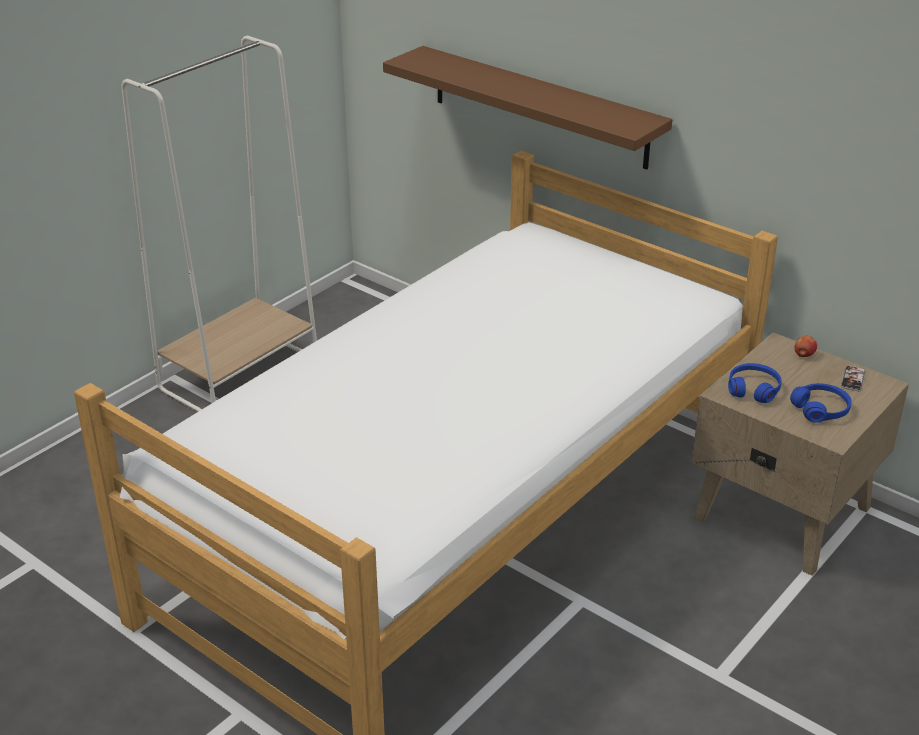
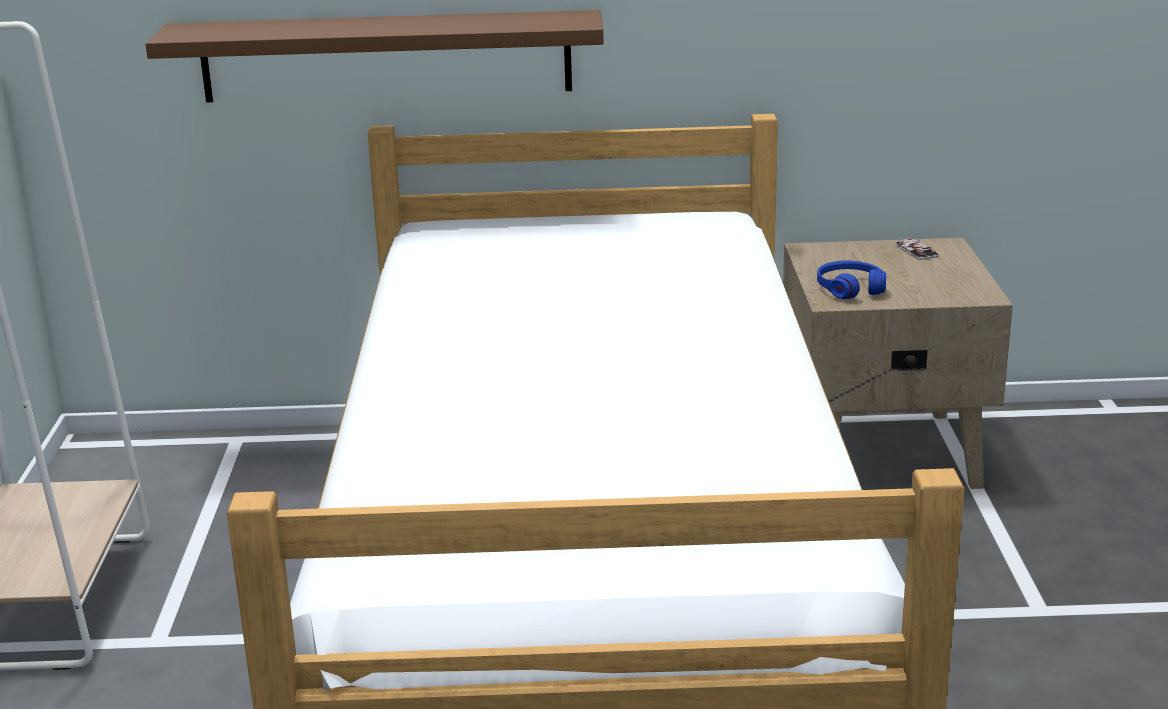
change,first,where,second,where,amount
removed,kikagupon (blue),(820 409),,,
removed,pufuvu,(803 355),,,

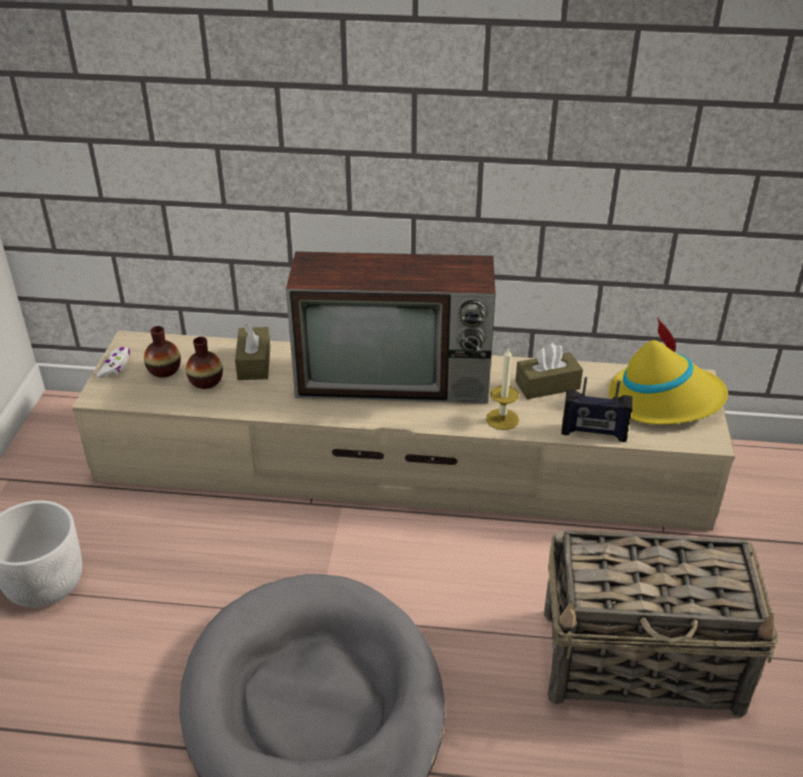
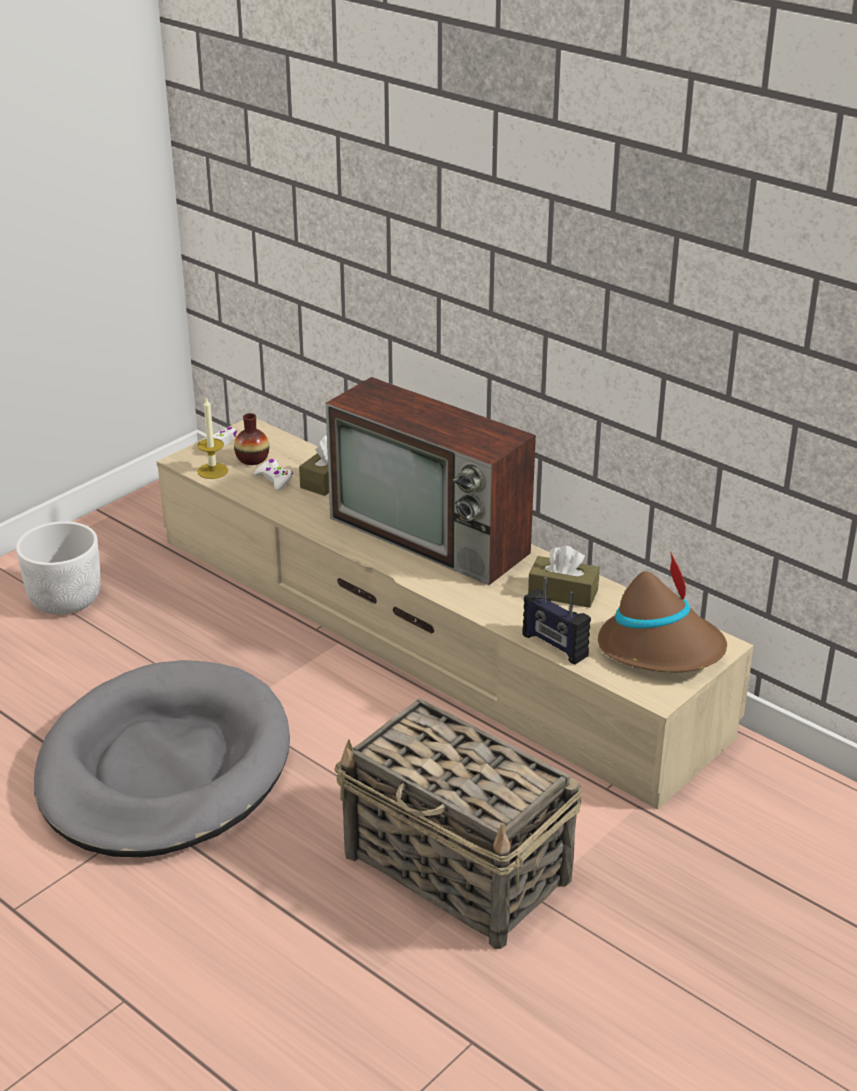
change,first,where,second,where,amount
replaced,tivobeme,(206 381),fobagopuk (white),(274 479),
moved,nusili,(502 419),,(212 471),
recoloured,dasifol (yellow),(664 400),dasifol (brown),(661 648),

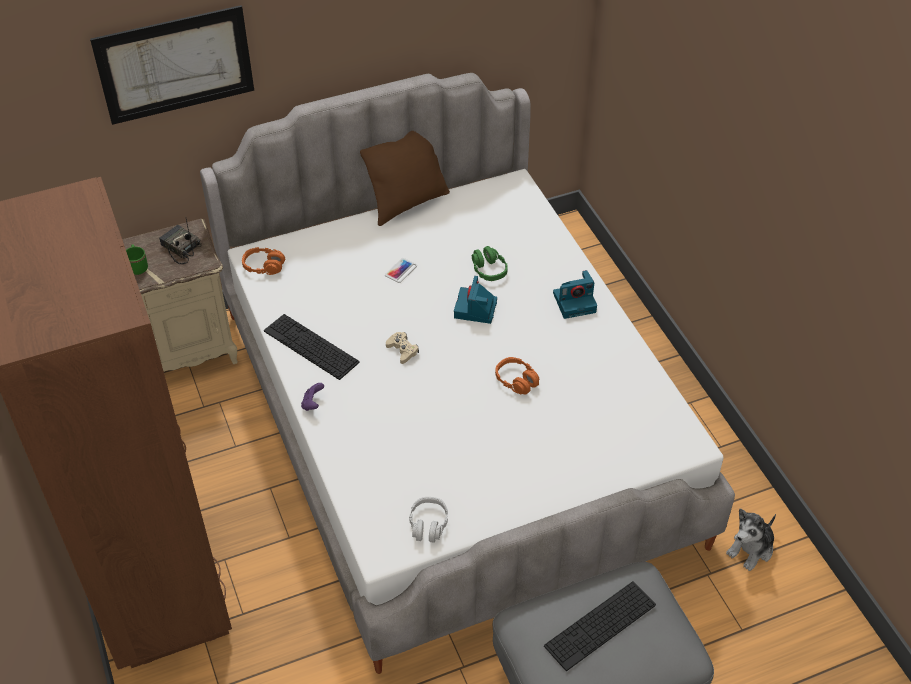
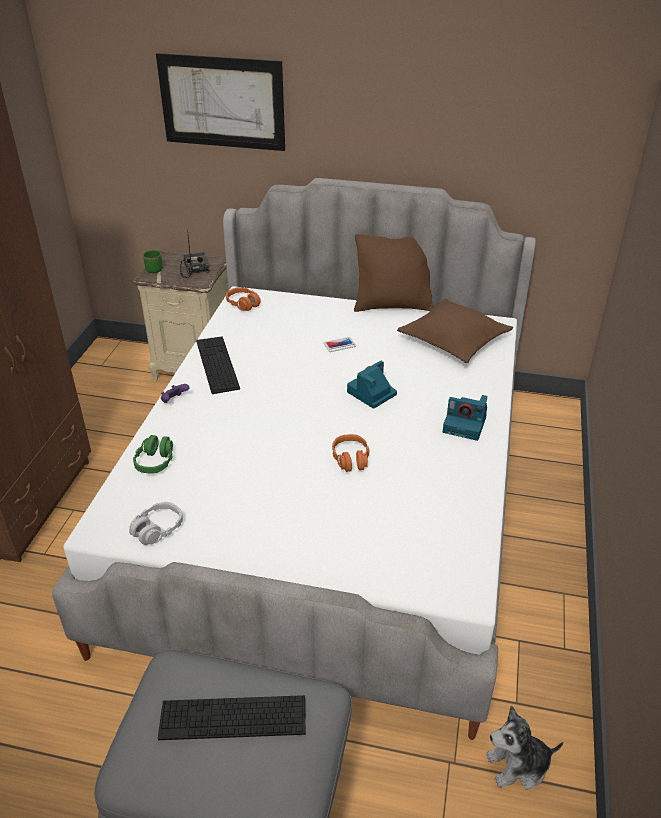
change,first,where,second,where,amount
removed,fobagopuk (beige),(402 350),,,
moved,kikagupon (green),(489 269),,(155 461),
added,,,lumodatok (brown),(454 340),

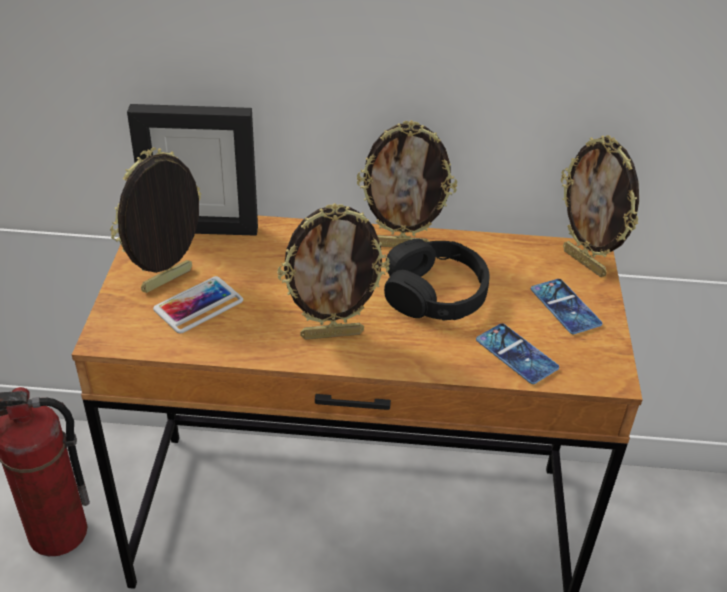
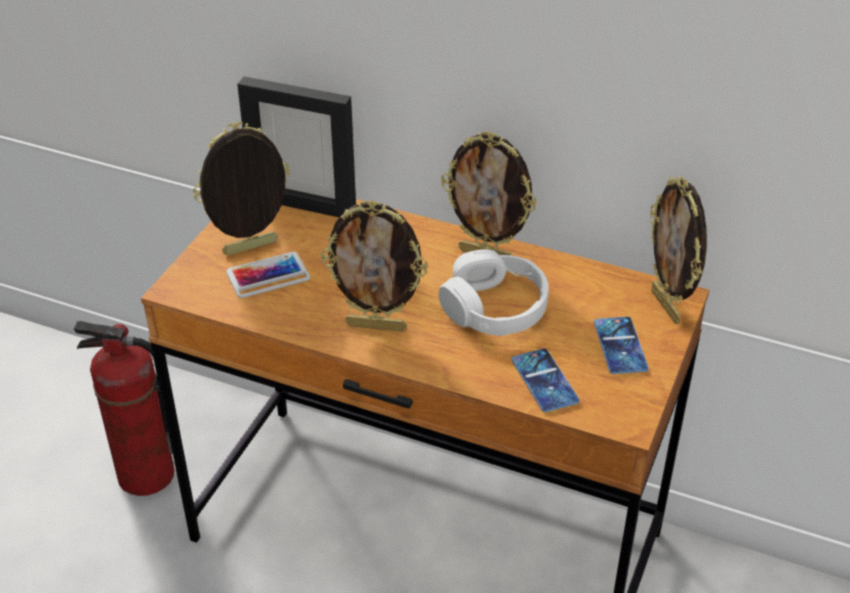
change,first,where,second,where,amount
recoloured,kikagupon (black),(435 294),kikagupon (white),(494 308),

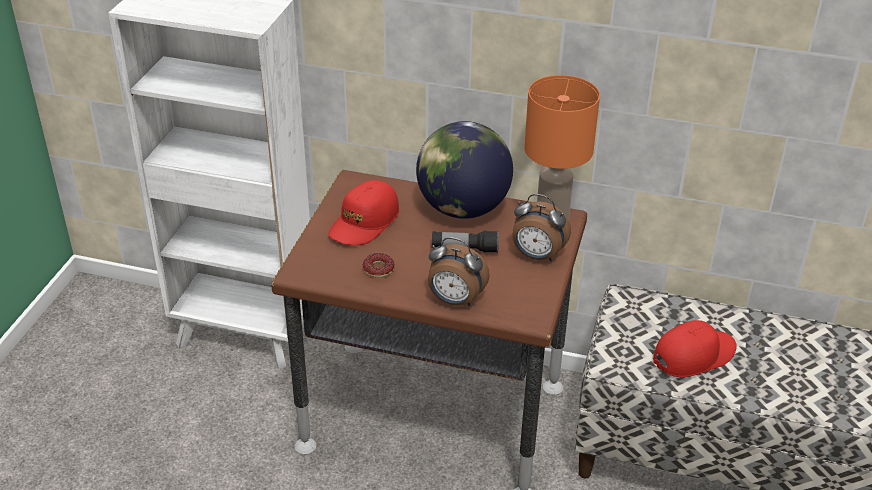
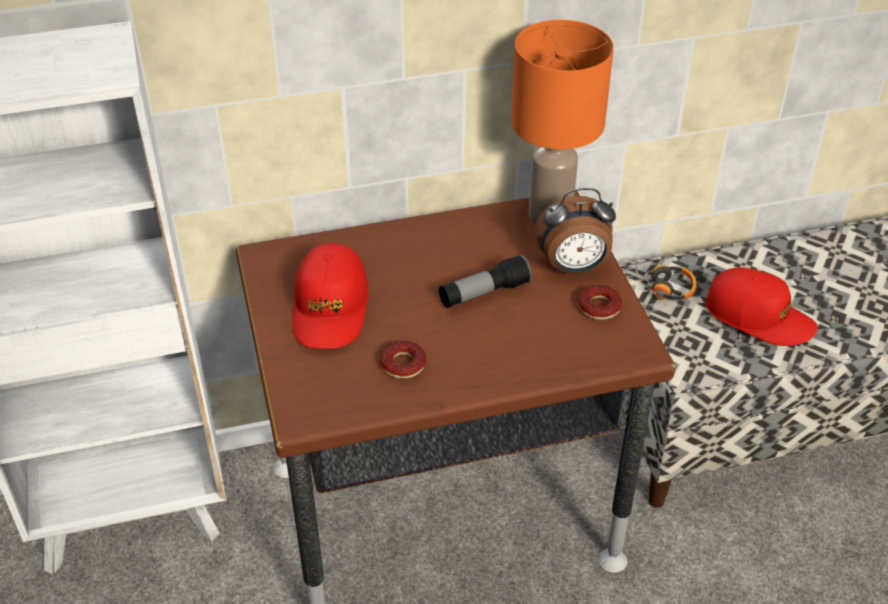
change,first,where,second,where,amount
removed,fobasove,(462 208),,,
removed,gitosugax,(455 300),,,
turned,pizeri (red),(693 355),,(759 316),90 degrees clockwise
added,,,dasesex,(599 307),
added,,,kikagupon,(655 289),

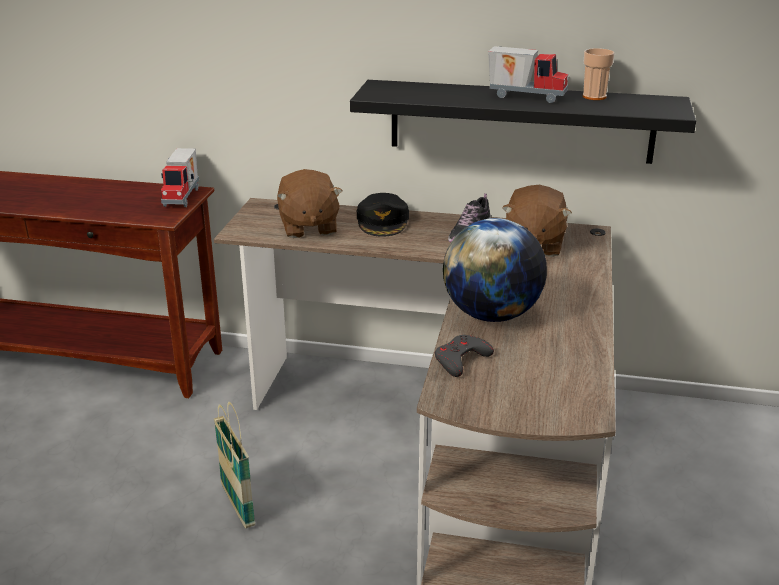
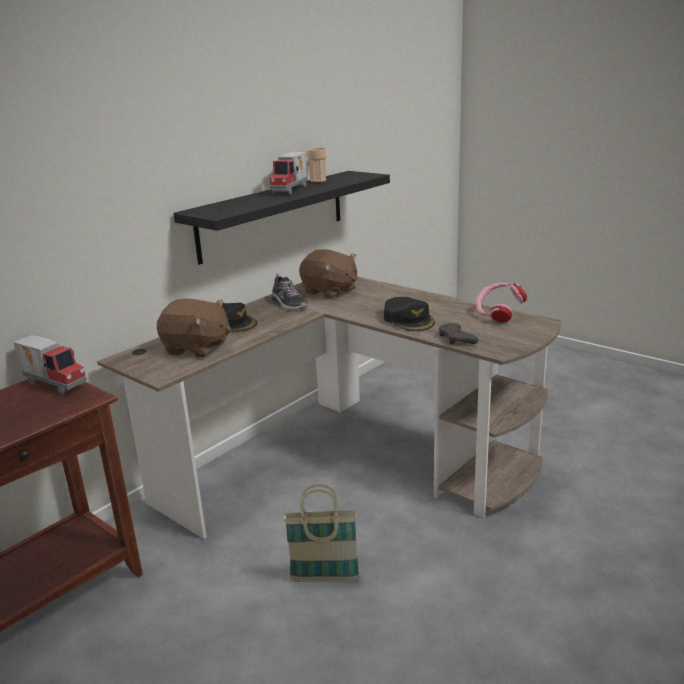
change,first,where,second,where,amount
replaced,fobasove,(492 315),pizeri (black),(409 320),
turned,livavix,(526 96),,(291 190),150 degrees clockwise
added,,,kikagupon (pink),(498 316),

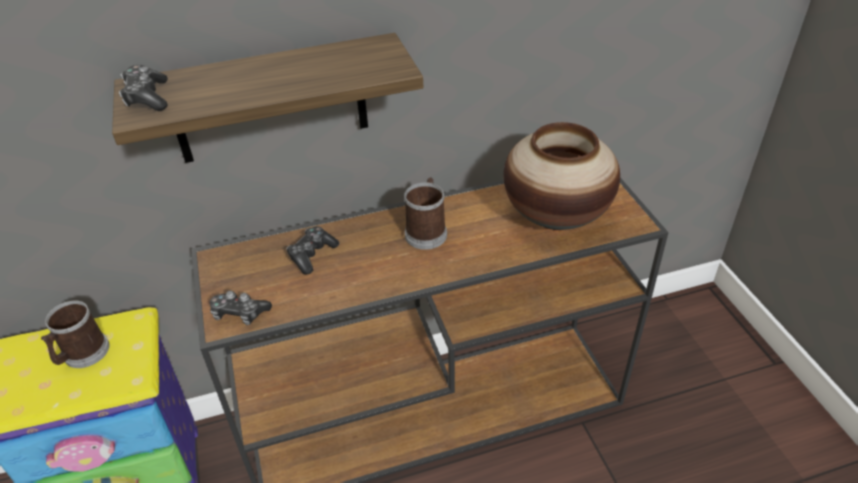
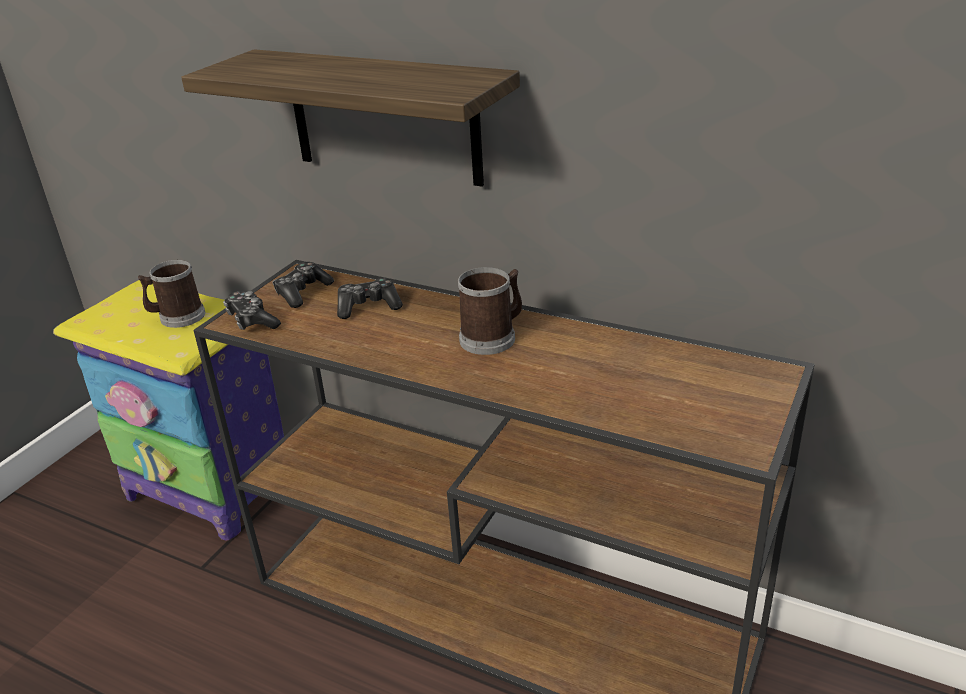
change,first,where,second,where,amount
moved,fobagopuk,(147 97),,(302 292),
removed,tivobeme,(555 218),,,

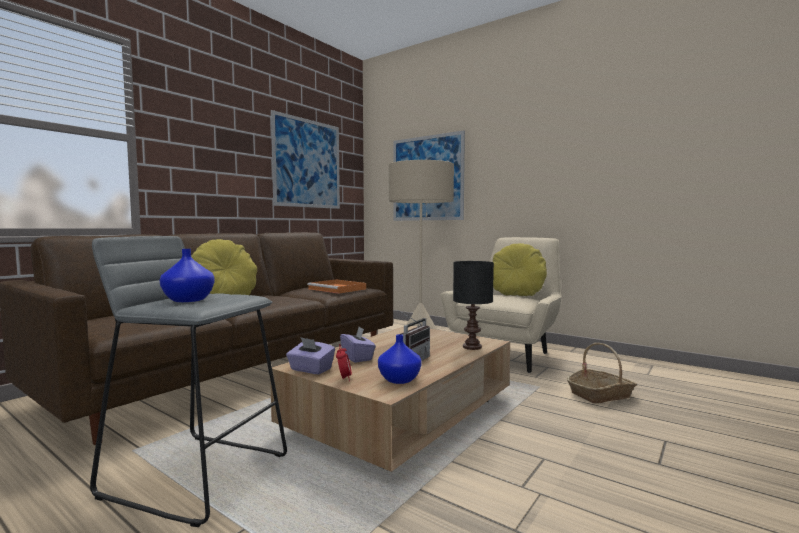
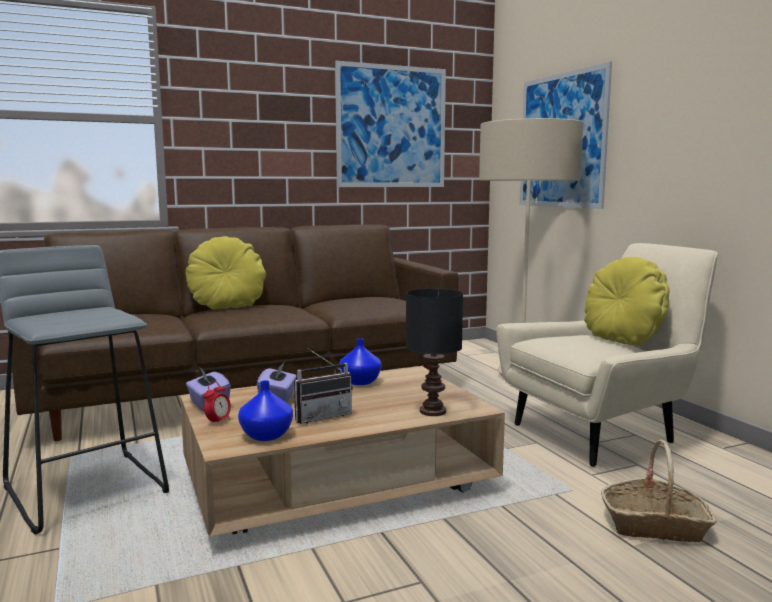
change,first,where,second,where,amount
moved,tivobeme (blue),(189 300),,(361 381),
removed,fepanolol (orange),(338 289),,,

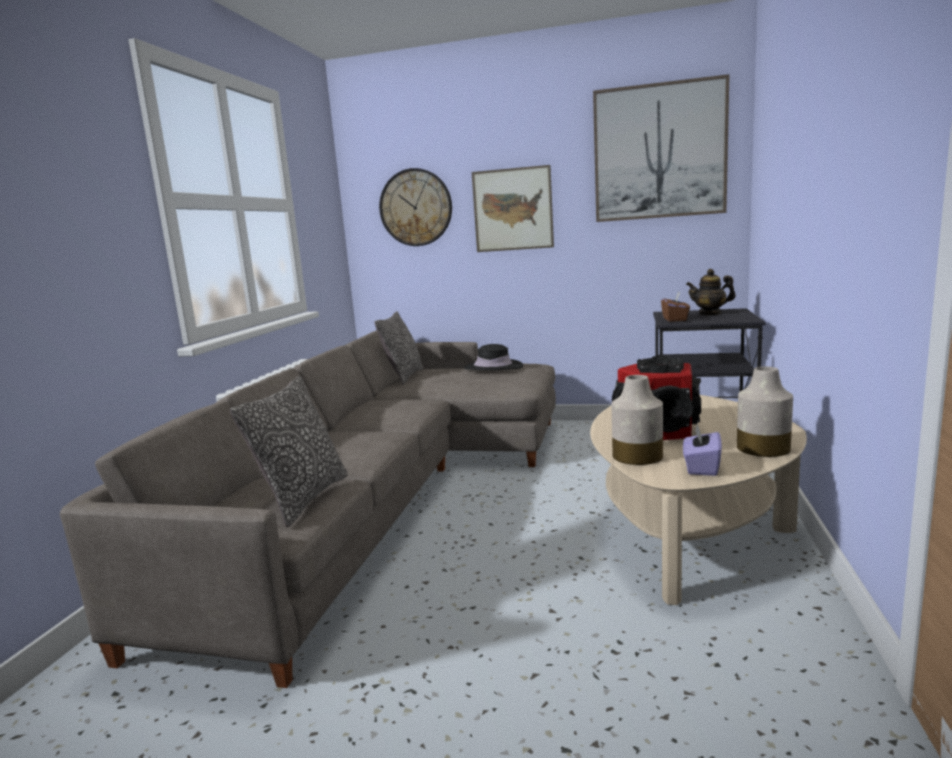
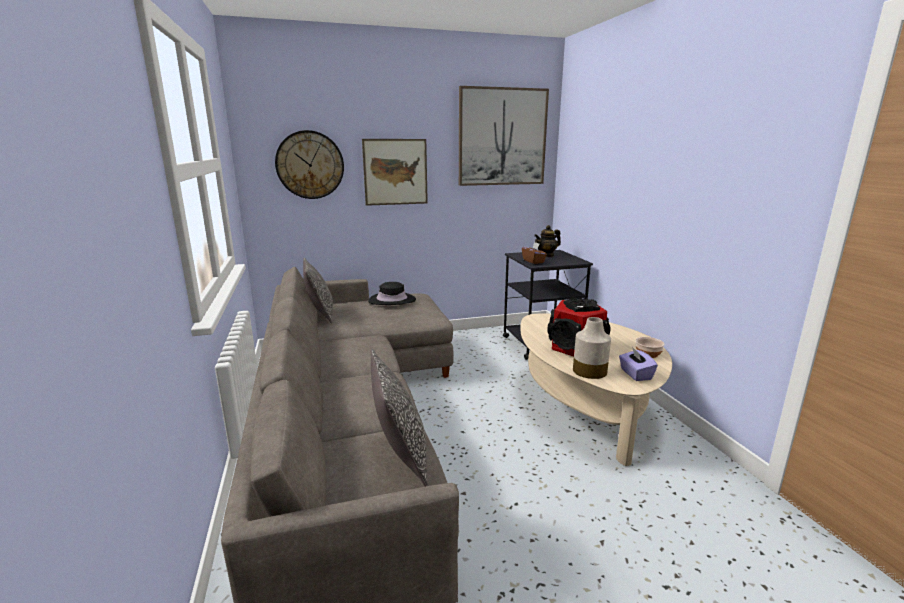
change,first,where,second,where,amount
replaced,tivobeme (beige),(763 447),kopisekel,(648 353),

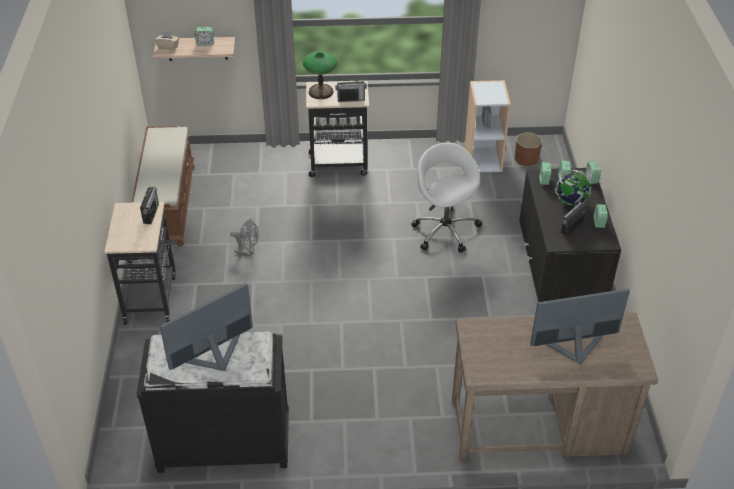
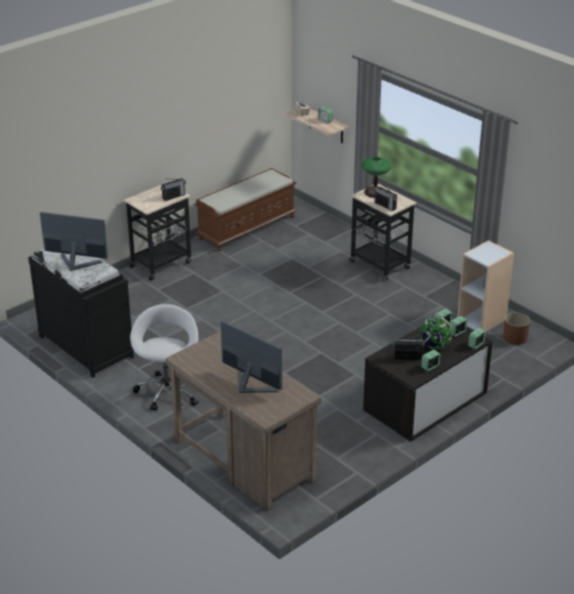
change,first,where,second,where,amount
removed,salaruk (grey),(248 251),,,
moved,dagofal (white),(444 230),,(168 391),

